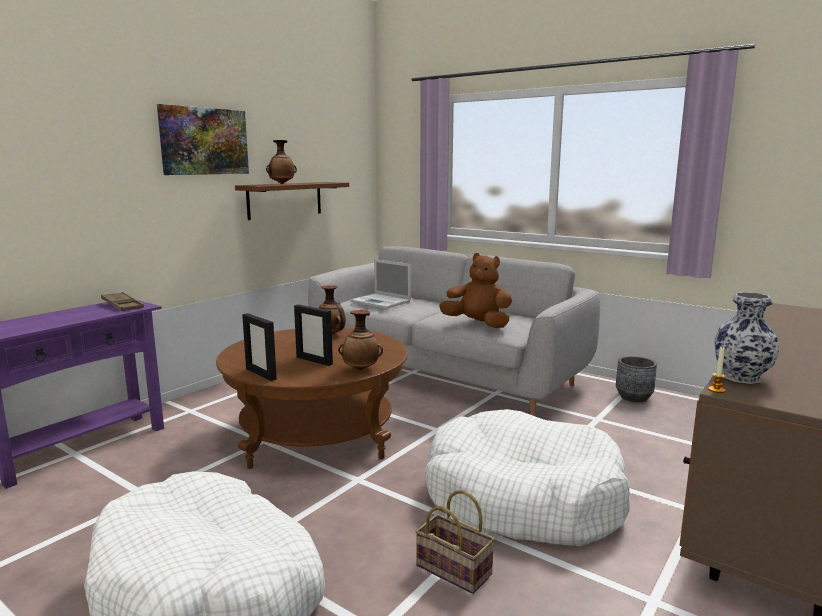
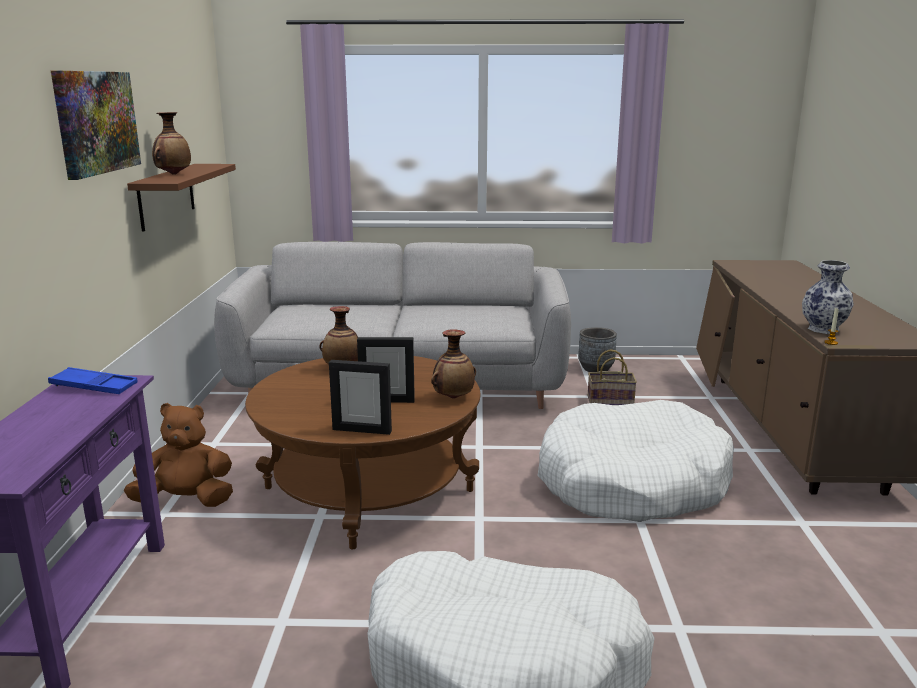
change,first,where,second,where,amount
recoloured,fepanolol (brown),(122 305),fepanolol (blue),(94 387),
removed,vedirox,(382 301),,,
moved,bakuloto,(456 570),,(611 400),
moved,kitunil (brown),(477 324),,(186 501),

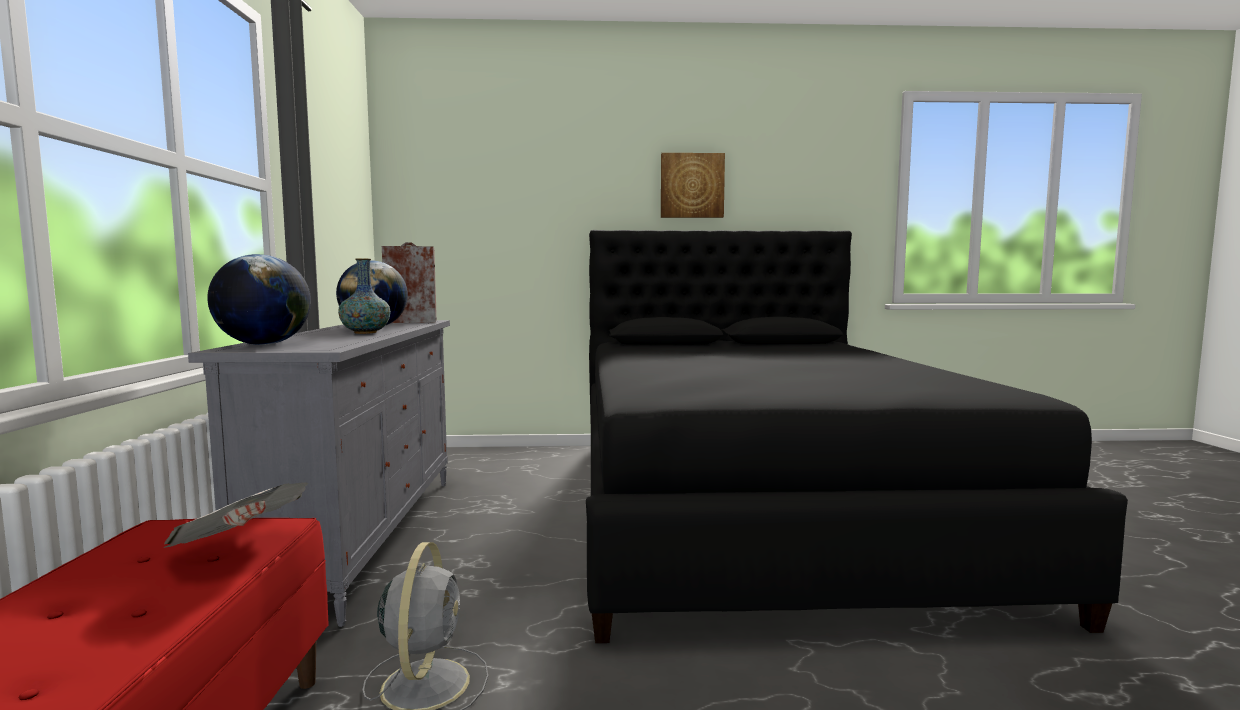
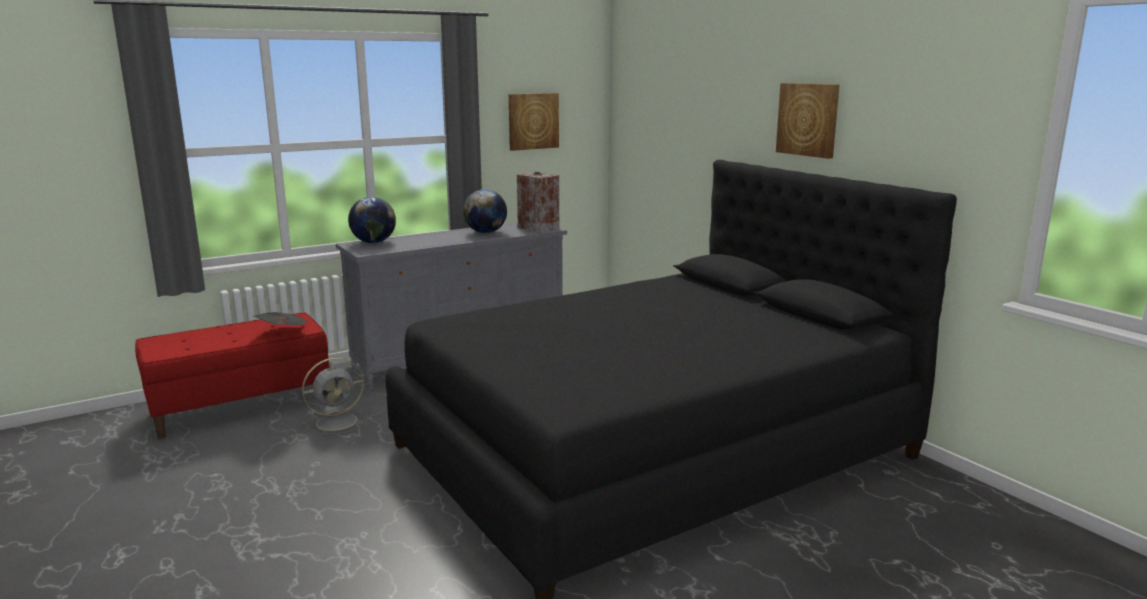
change,first,where,second,where,amount
removed,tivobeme,(365 332),,,
added,,,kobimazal,(533 121),

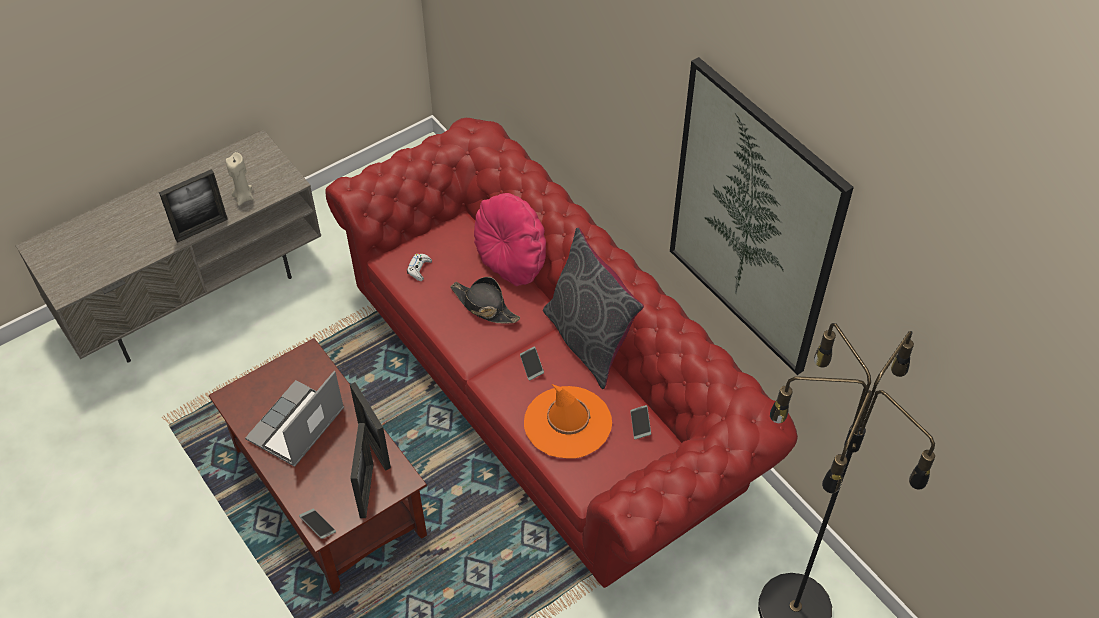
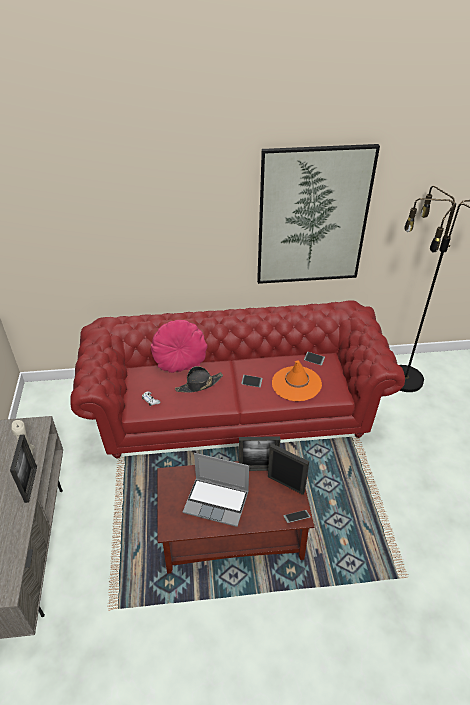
change,first,where,second,where,amount
turned,vedirox,(296 426),,(217 501),45 degrees counterclockwise
removed,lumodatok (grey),(589 341),,,

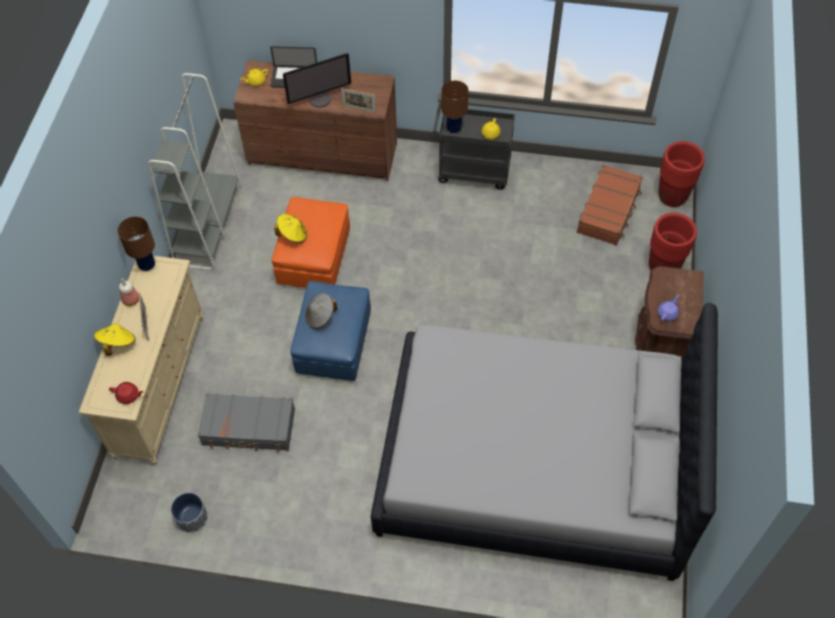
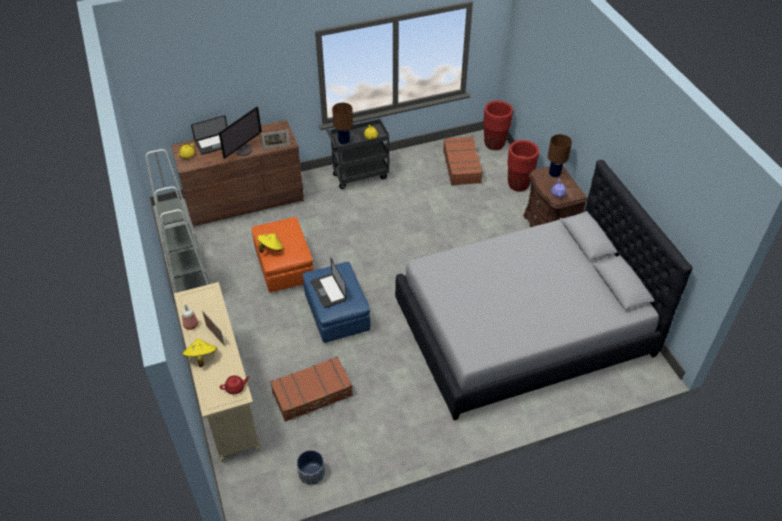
change,first,where,second,where,amount
moved,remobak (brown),(147 265),,(554 174),
recoloured,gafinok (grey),(249 428),gafinok (brown),(312 394),
replaced,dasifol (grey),(320 317),vedirox,(328 291),

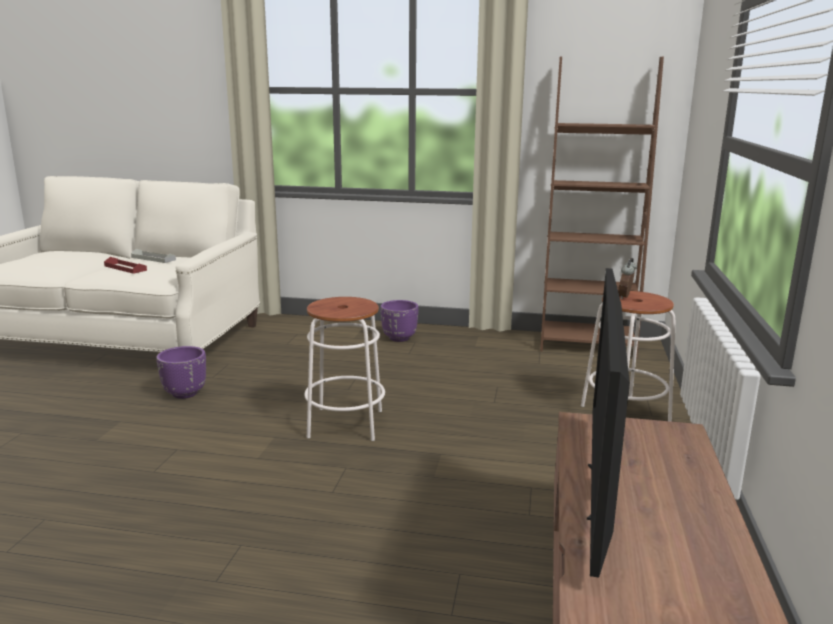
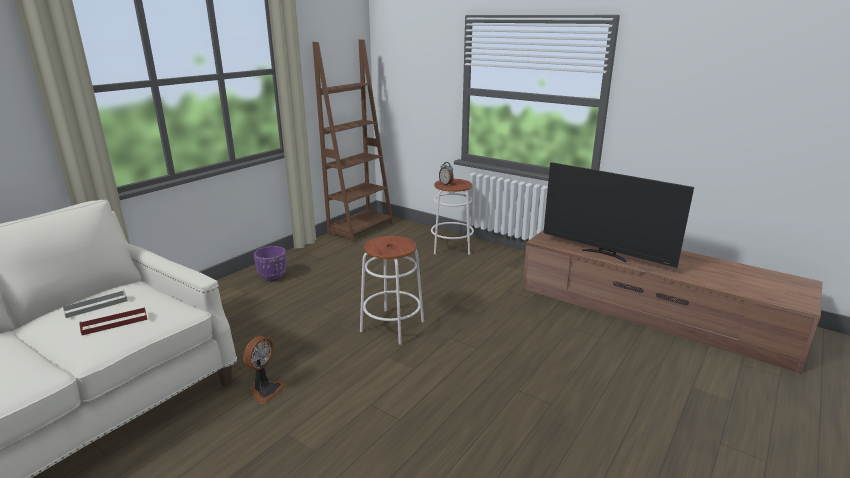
change,first,where,second,where,amount
replaced,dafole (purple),(185 393),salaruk,(265 390),

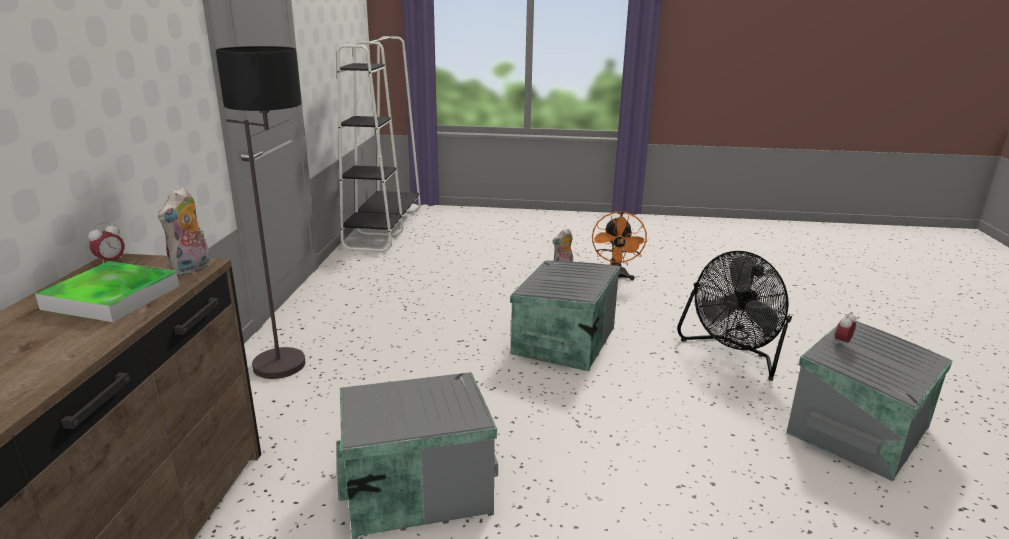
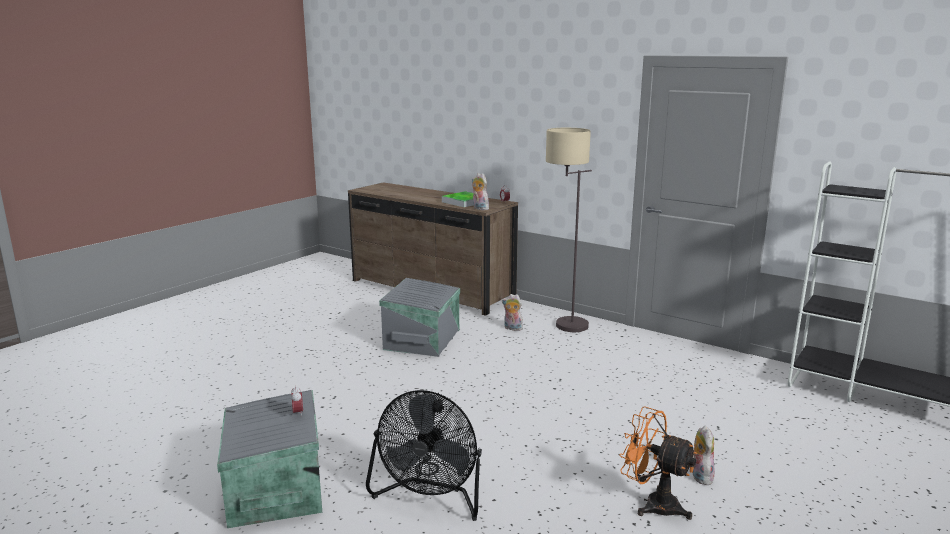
change,first,where,second,where,amount
recoloured,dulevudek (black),(291 369),dulevudek (beige),(564 328),
removed,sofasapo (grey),(562 341),,,
turned,salaruk (black),(732 351),,(428 494),150 degrees counterclockwise
added,,,kitunil,(512 328),

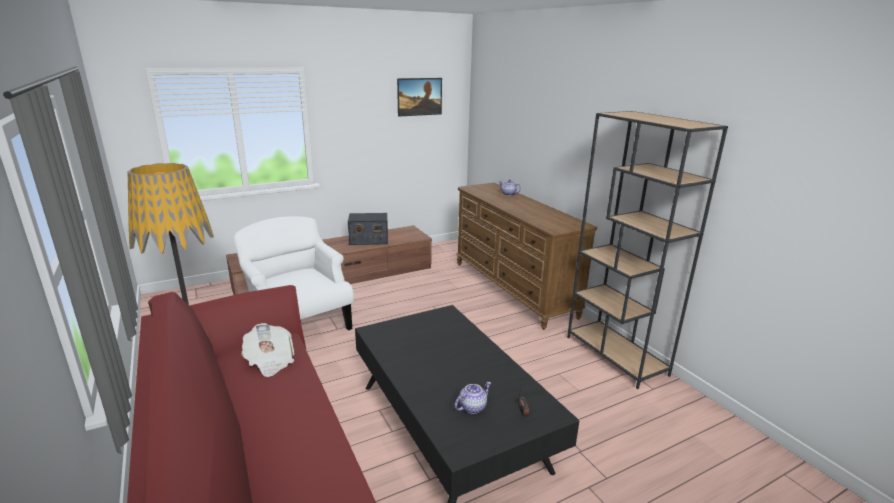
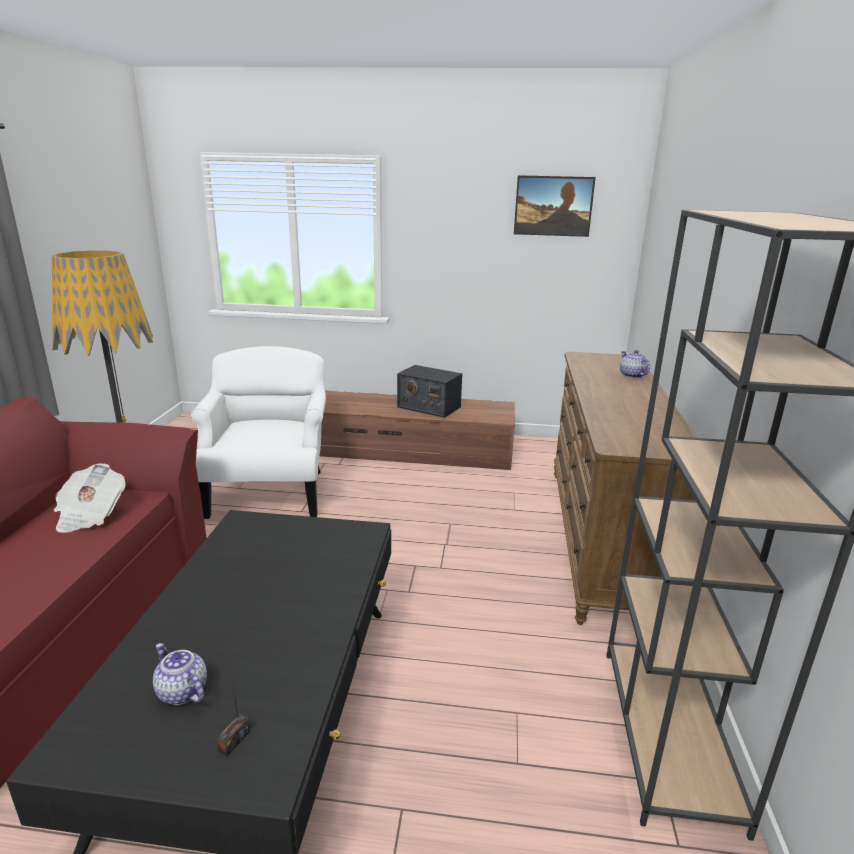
change,first,where,second,where,amount
turned,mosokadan,(472 407),,(181 692),135 degrees counterclockwise

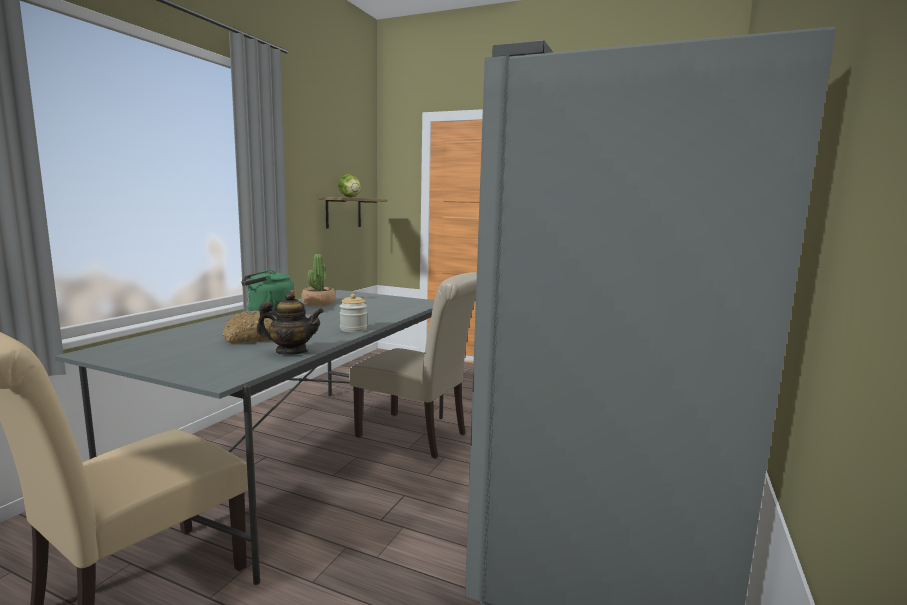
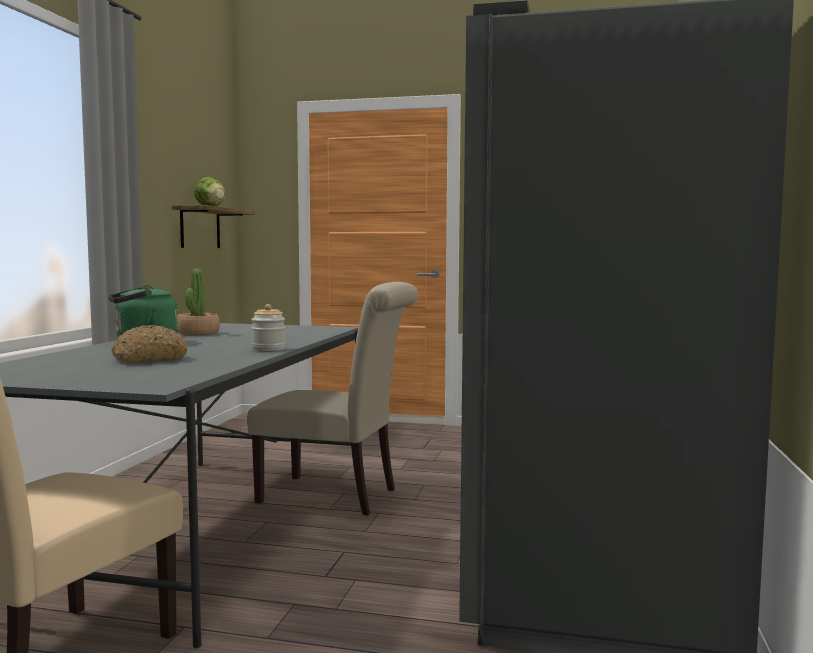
change,first,where,second,where,amount
removed,mosokadan,(291 352),,,

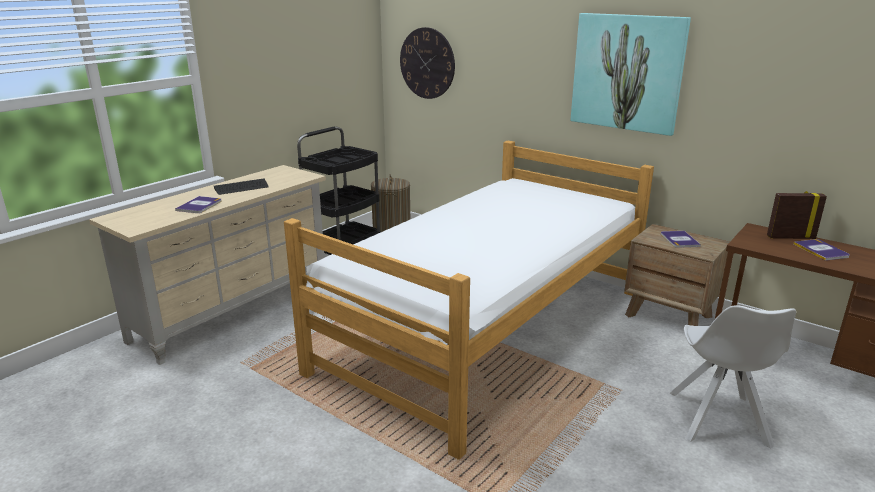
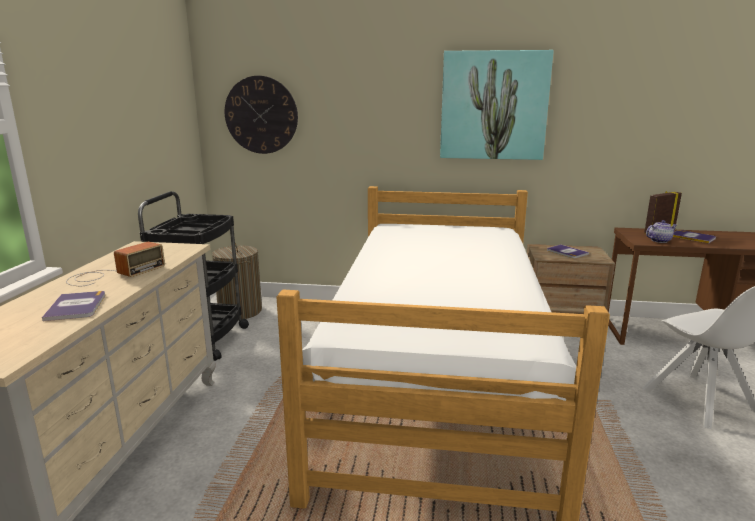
change,first,where,second,where,amount
replaced,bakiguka,(241 188),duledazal,(113 274),
added,,,mosokadan,(659 241),

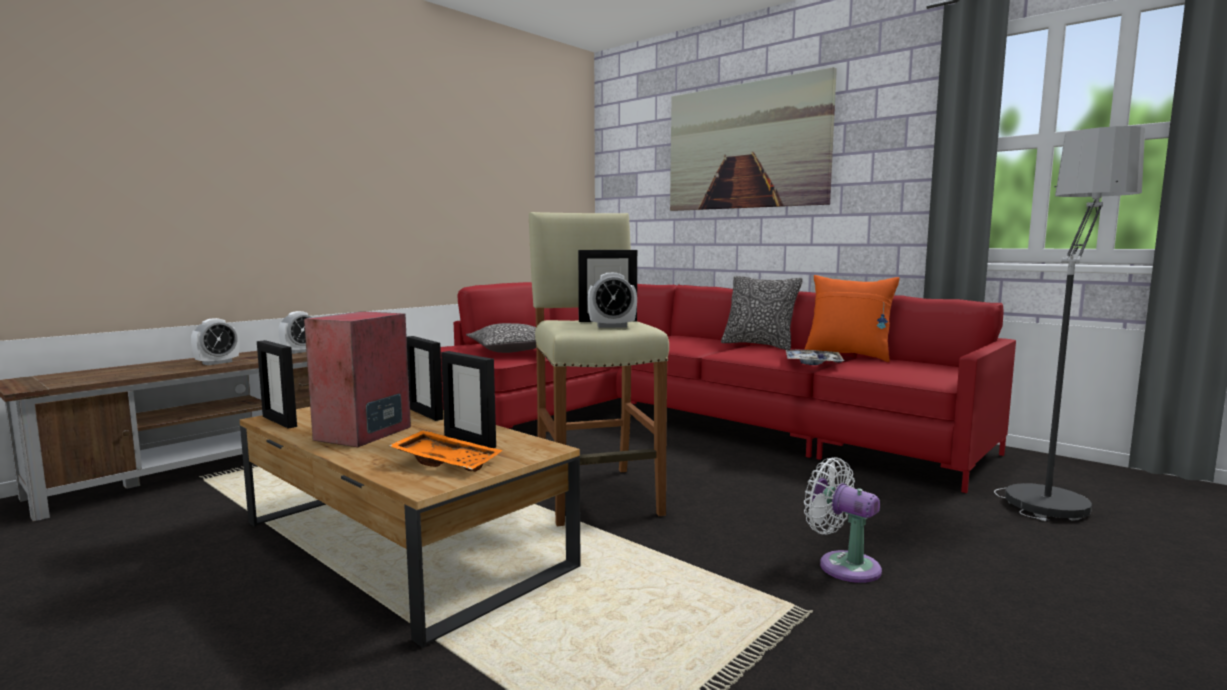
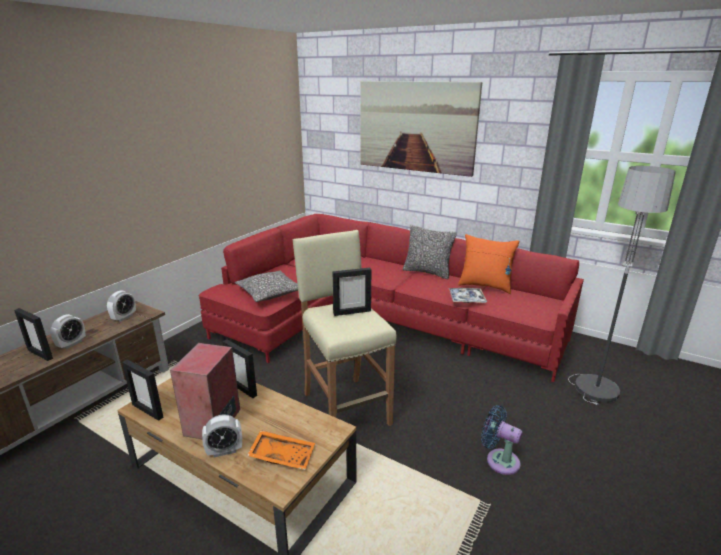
change,first,where,second,where,amount
moved,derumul,(471 441),,(41 354),
moved,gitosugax,(612 326),,(224 451),
recoloured,salaruk (white),(843 565),salaruk (blue),(499 460),

